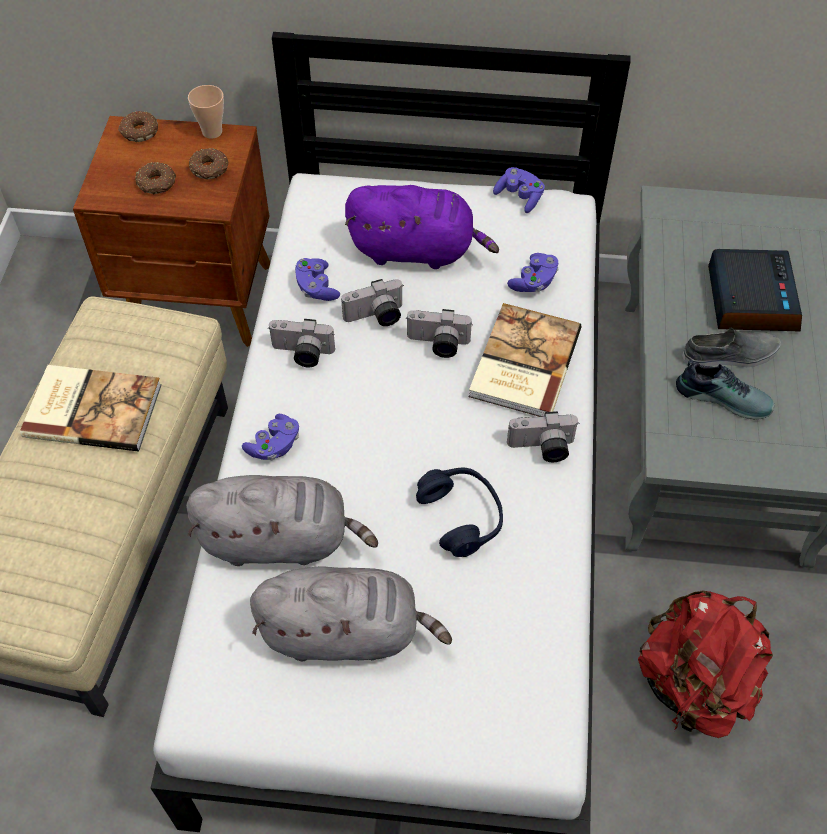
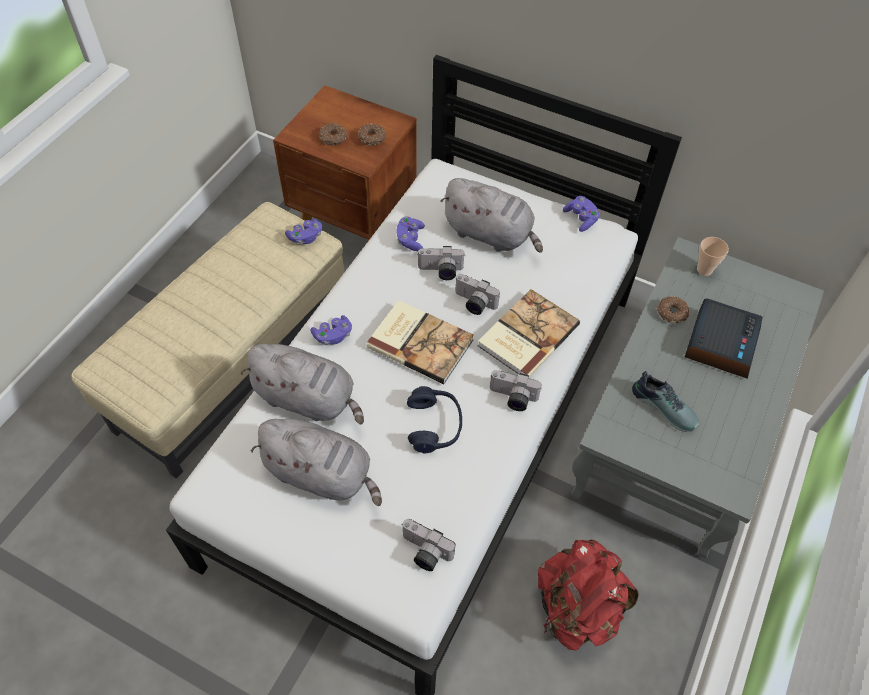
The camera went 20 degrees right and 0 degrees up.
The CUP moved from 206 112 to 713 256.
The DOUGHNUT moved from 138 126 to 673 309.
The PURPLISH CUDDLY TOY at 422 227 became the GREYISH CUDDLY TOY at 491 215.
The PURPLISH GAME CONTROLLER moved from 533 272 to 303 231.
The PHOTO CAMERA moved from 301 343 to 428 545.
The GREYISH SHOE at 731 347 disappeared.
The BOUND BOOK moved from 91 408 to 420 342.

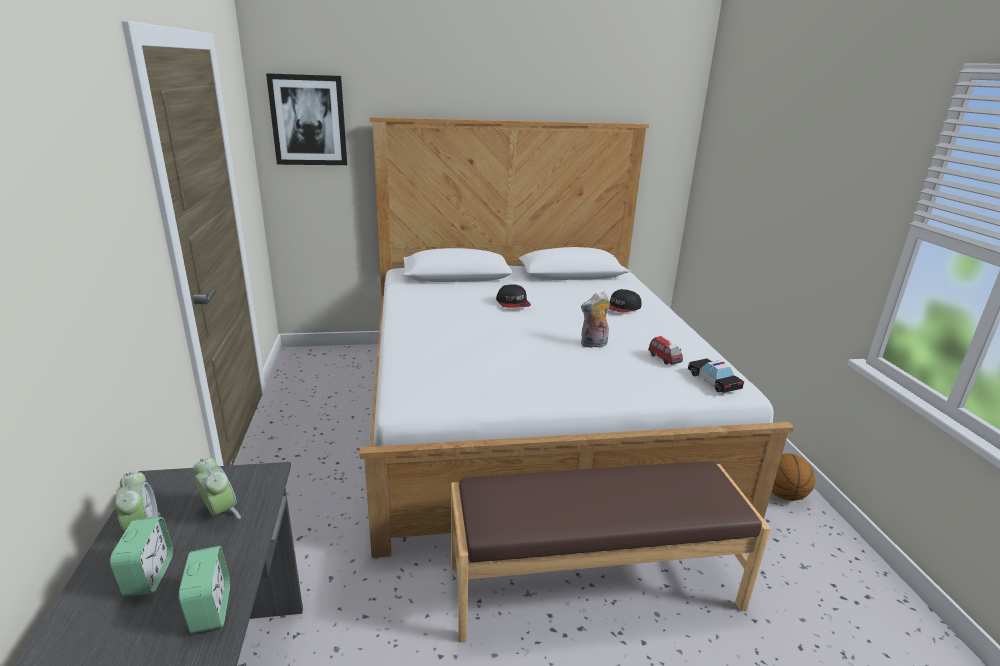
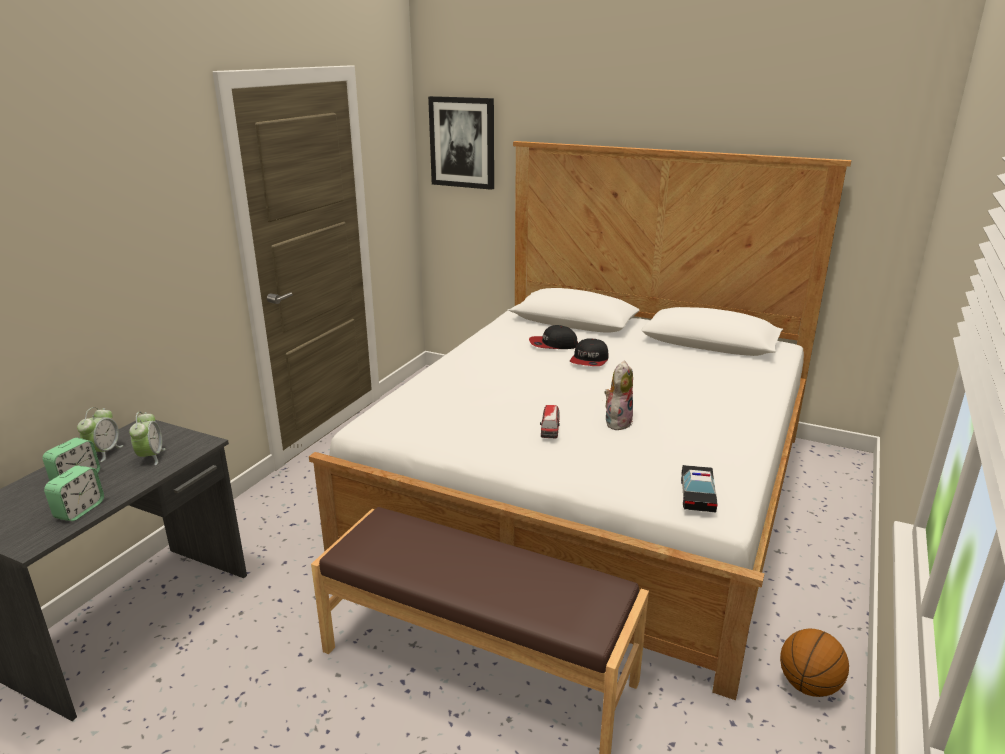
The camera went 35 degrees right and 0 degrees up.
The PEAKED CAP moved from 625 300 to 553 337.
The CUDDLY TOY at 595 320 turned 105 degrees clockwise.
The TOY CAR moved from 666 350 to 550 421.

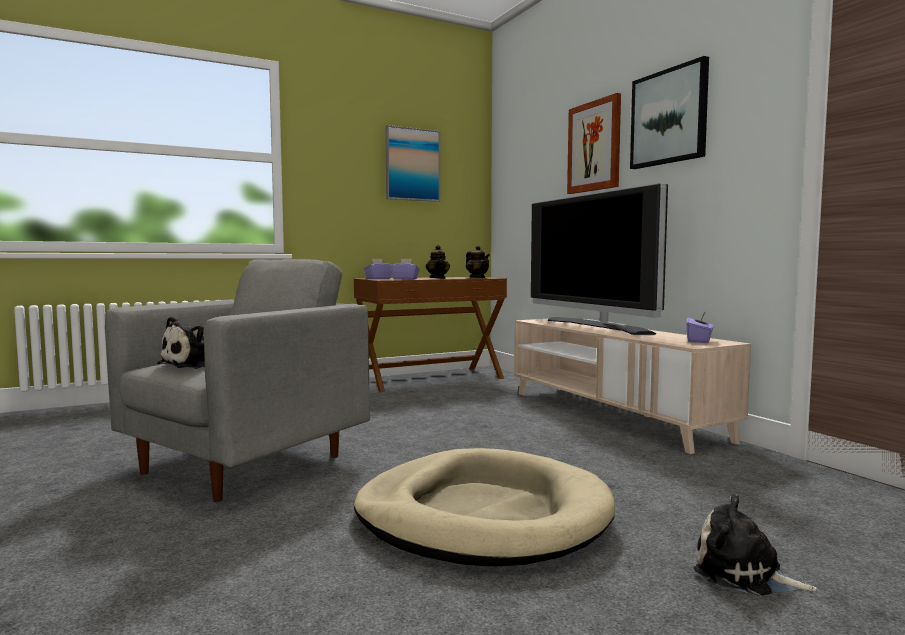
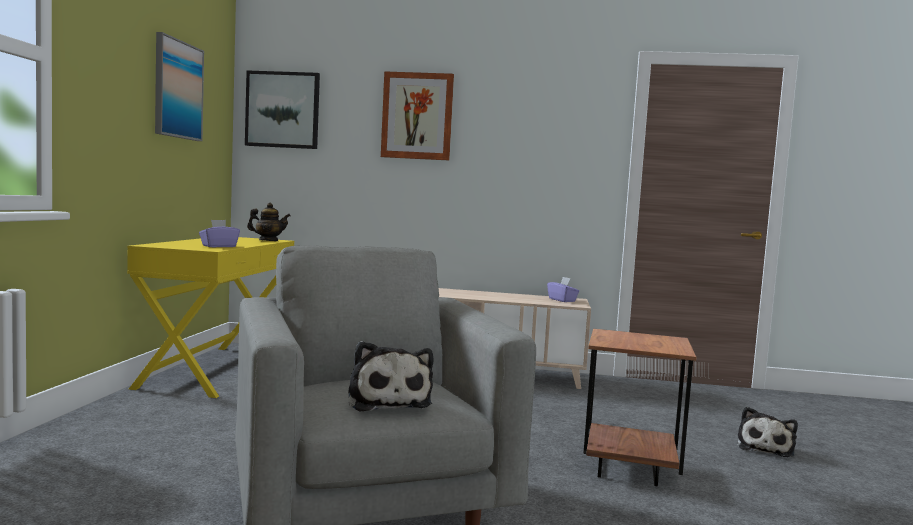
The camera went 55 degrees left and 0 degrees up.
The PICTURE moved from 669 112 to 282 109.
The TV SET at 599 259 disappeared.
The TEA POT at 438 262 disappeared.
The PURPLISH BOX OF TISSUES at 378 269 disappeared.
The BROWNISH CONSOLE TABLE at 430 334 became the YELLOWISH CONSOLE TABLE at 210 317.
The BEIGE DOG BED at 484 507 was replaced by the BROWNISH END TABLE at 639 407.
The CUDDLY TOY at 755 545 turned 45 degrees counterclockwise.

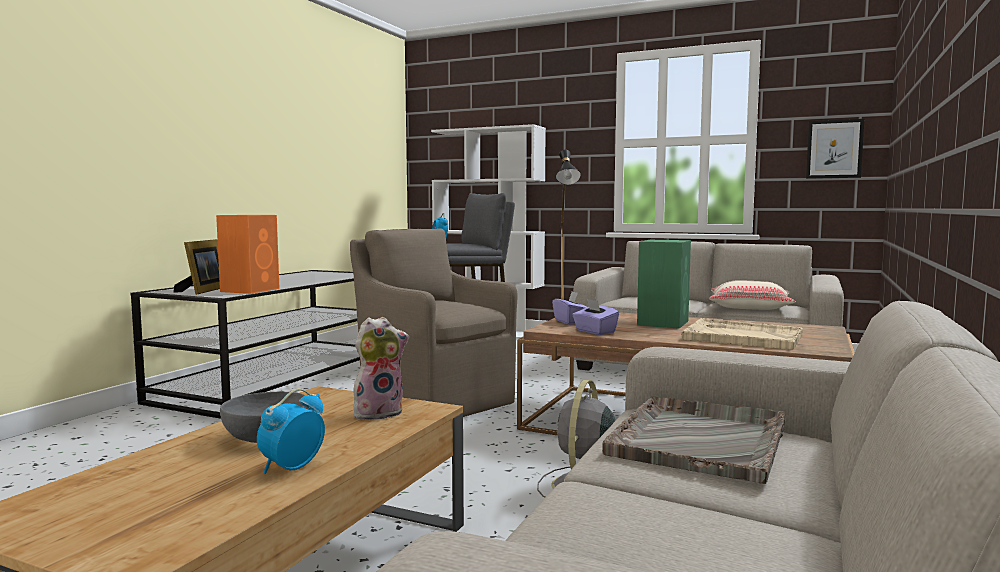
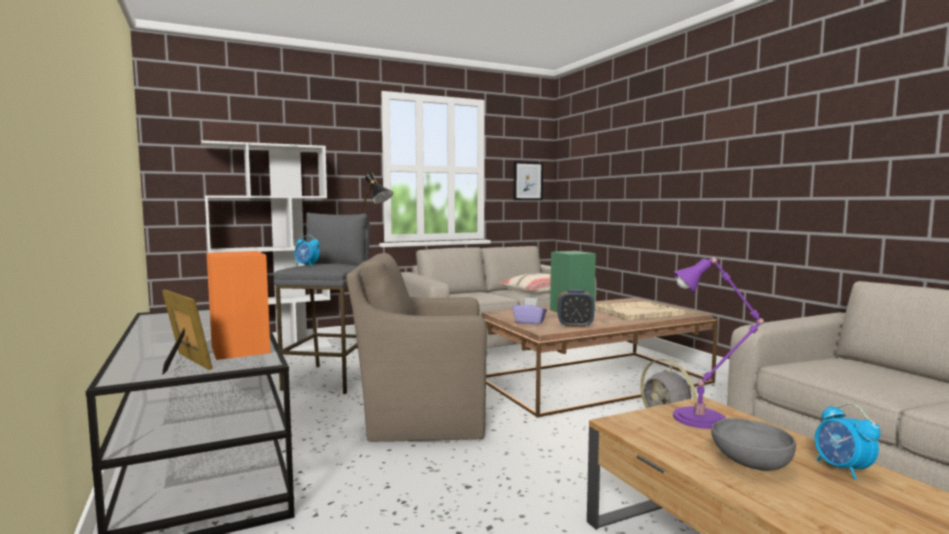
The camera went 50 degrees left and 0 degrees up.
The PURPLISH BOX OF TISSUES at 596 317 was replaced by the ALARM CLOCK at 576 308.
The CUDDLY TOY at 381 368 was replaced by the PURPLISH LAMP FOR A TABLE at 718 343.
The GREYISH TRAY at 693 440 disappeared.

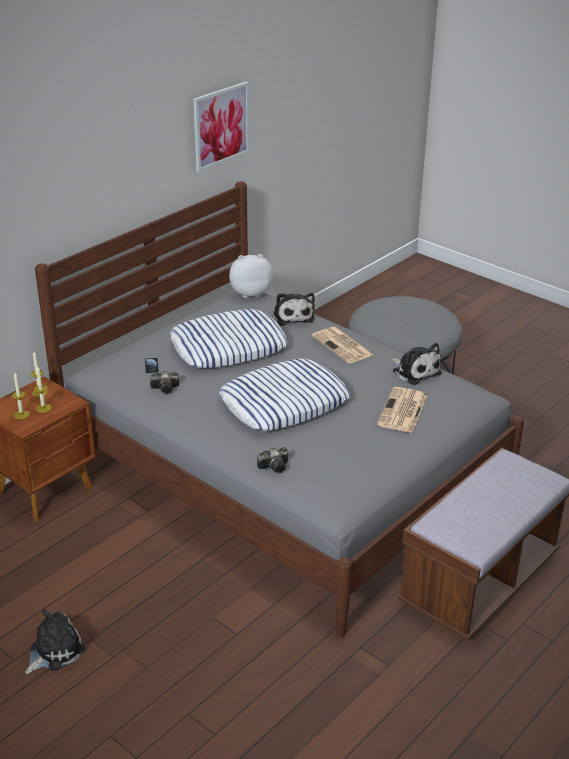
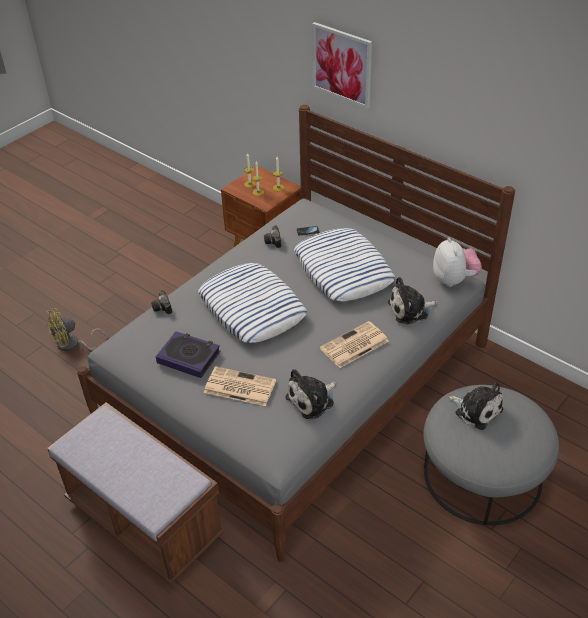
The camera went 90 degrees right and 10 degrees up.
The PICTURE moved from 221 127 to 342 65.
The CUDDLY TOY moved from 55 642 to 475 406.
The YELLOWISH FAN at 76 329 appeared.
The BOUND BOOK at 188 354 appeared.

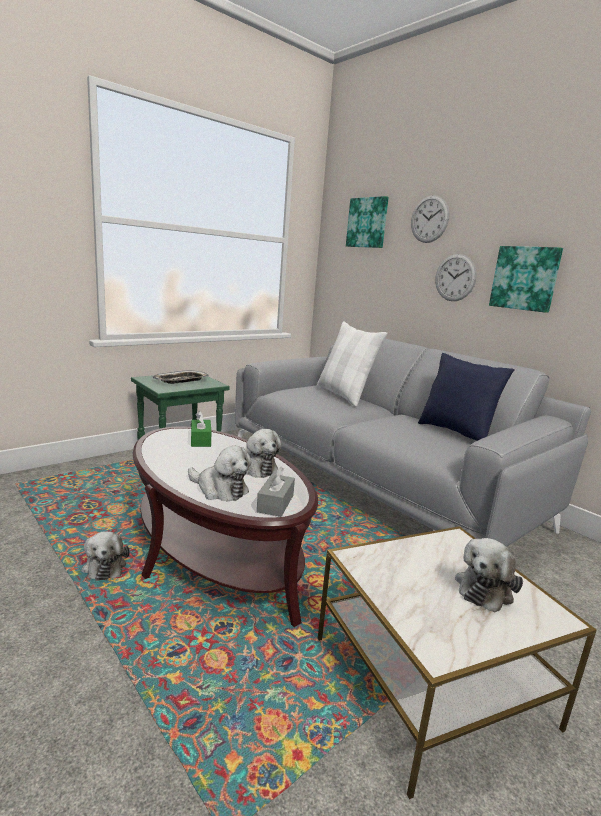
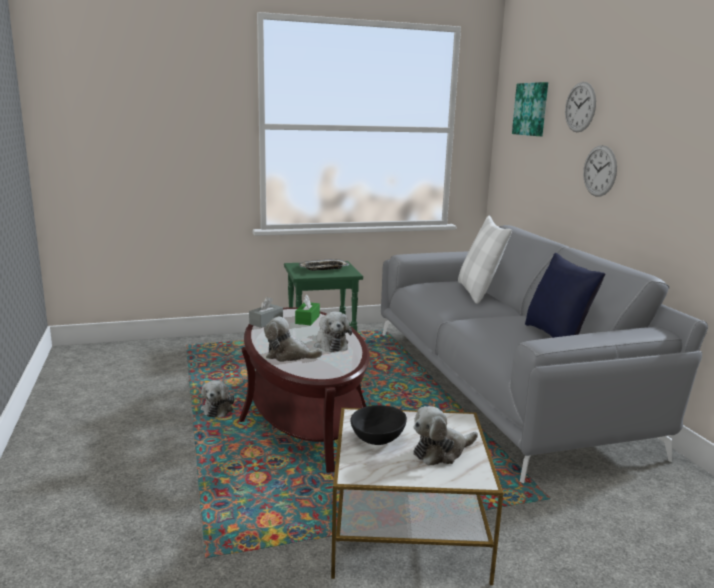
The camera went 25 degrees right and 0 degrees up.
The PICTURE at 526 279 disappeared.
The CUDDLY TOY at 220 473 turned 135 degrees clockwise.
The GREYISH BOX OF TISSUES moved from 276 492 to 266 312.
The BLACK-COLOURED DEEP DISH at 378 425 appeared.

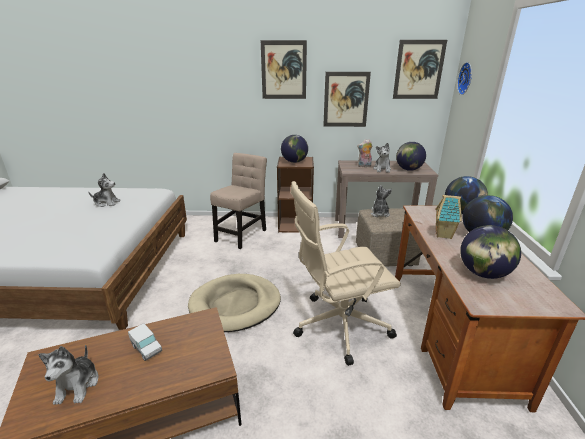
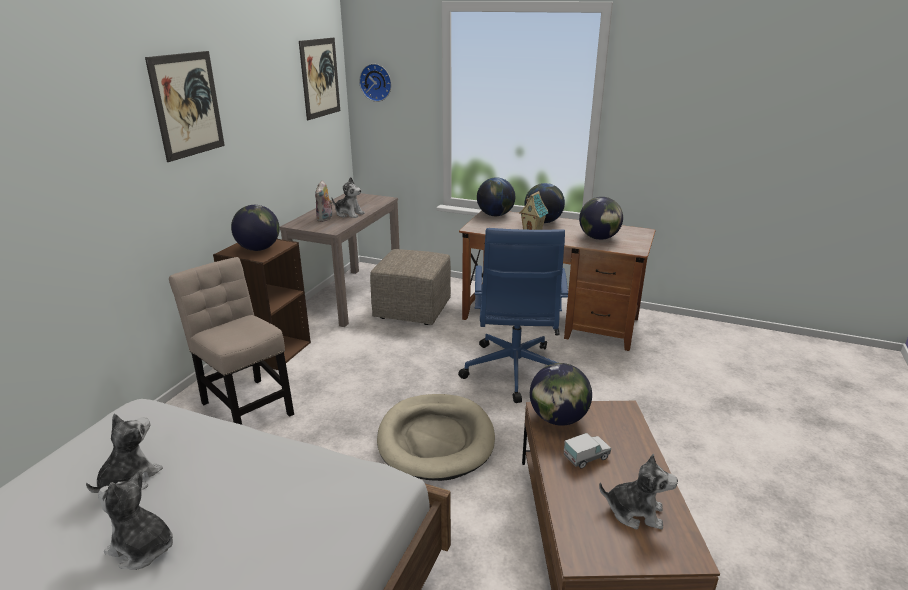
The camera went 70 degrees left and 0 degrees up.
The PICTURE at 347 99 disappeared.
The WORLD GLOBE moved from 411 156 to 561 394.
The BEIGE OFFICE CHAIR at 346 273 became the BLUE-COLOURED OFFICE CHAIR at 513 315.
The CUDDLY TOY moved from 381 201 to 135 520.

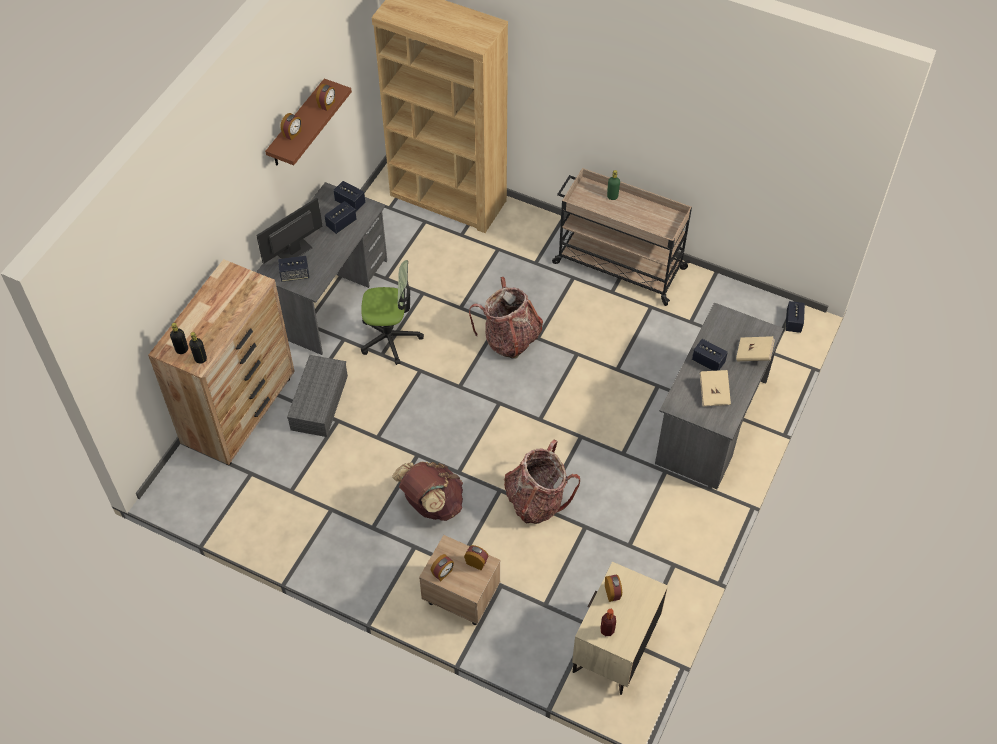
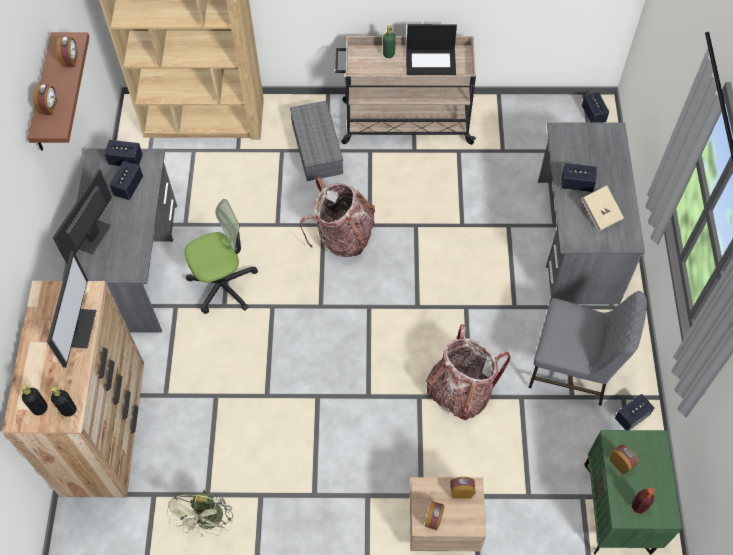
The camera went 25 degrees left and 5 degrees up.
The AUDIO SPEAKER moved from 293 269 to 635 412.
The BEIGE BOUND BOOK at 755 348 disappeared.
The GREYISH STORAGE BIN moved from 317 396 to 316 140.
The BROWNISH BACKPACK at 427 491 disappeared.
The BEIGE NIGHTSTAND at 620 628 became the GREEN-COLOURED NIGHTSTAND at 633 492.
The NOTEBOOK COMPUTER at 431 49 appeared.
The COMPUTER SCREEN at 72 309 appeared.
The GREYISH PLAIN CHAIR at 587 348 appeared.
The GREEN-COLOURED FAN at 199 513 appeared.

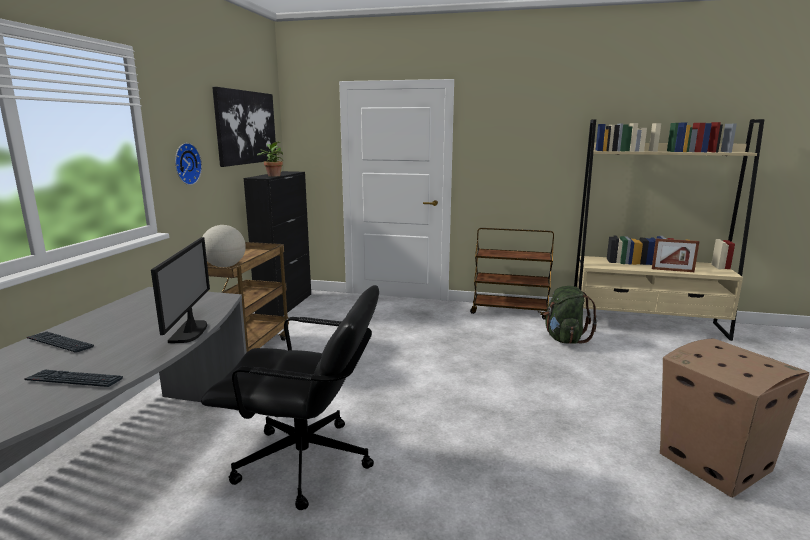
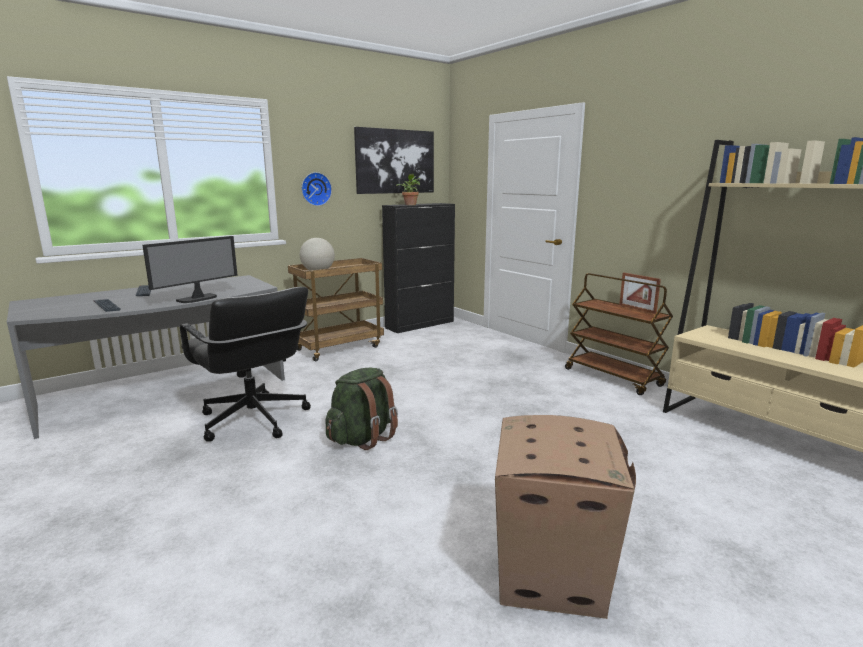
The camera went 40 degrees right and 0 degrees up.
The PHOTO FRAME moved from 676 255 to 640 293.
The GREEN-COLOURED BACKPACK moved from 570 315 to 362 409.

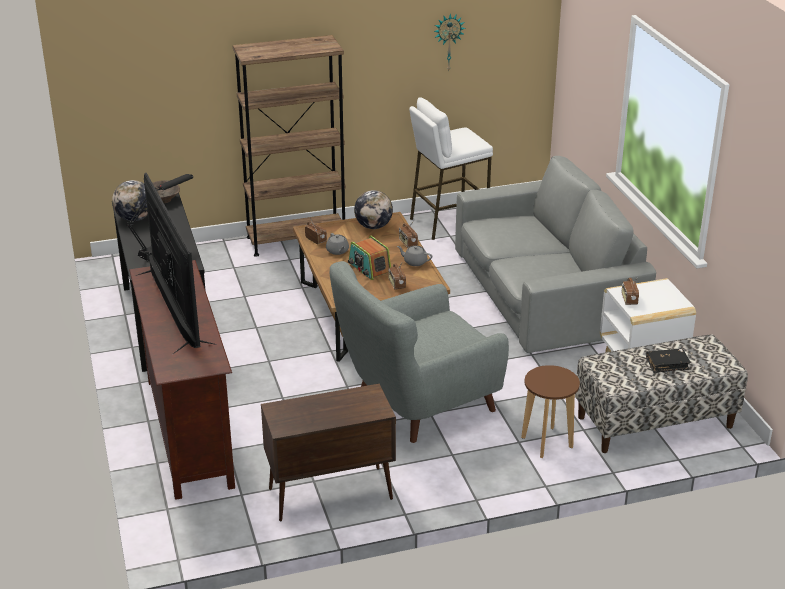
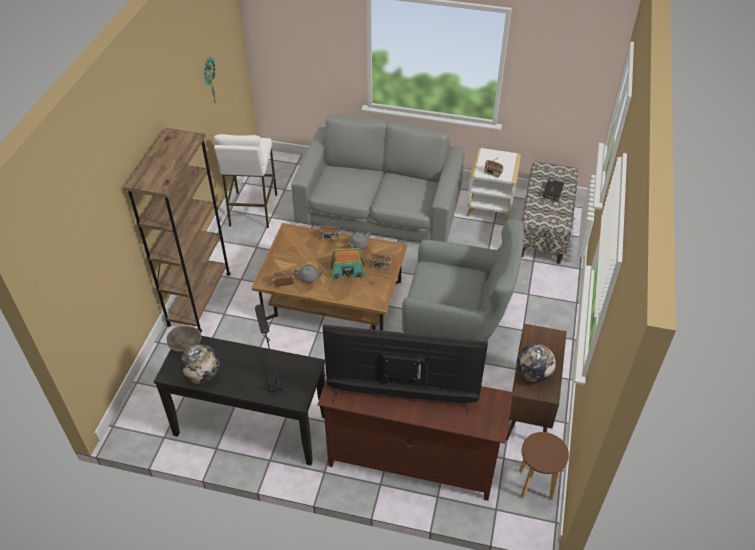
The camera went 60 degrees left and 15 degrees up.
The WORLD GLOBE moved from 373 209 to 536 363.
The GREYISH LOUNGE CHAIR at 419 352 turned 75 degrees counterclockwise.
The BROWNISH STOOL moved from 550 411 to 544 466.

